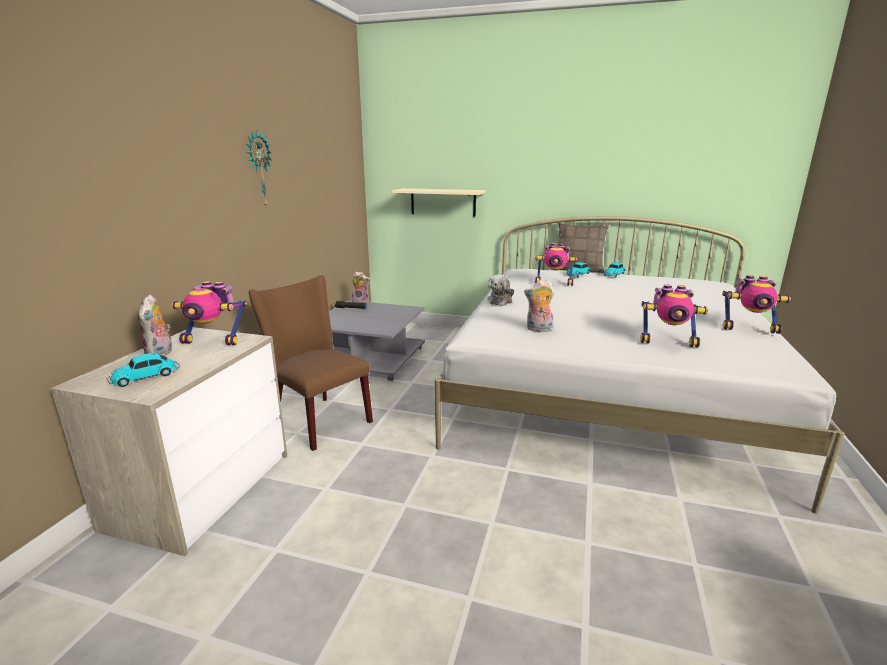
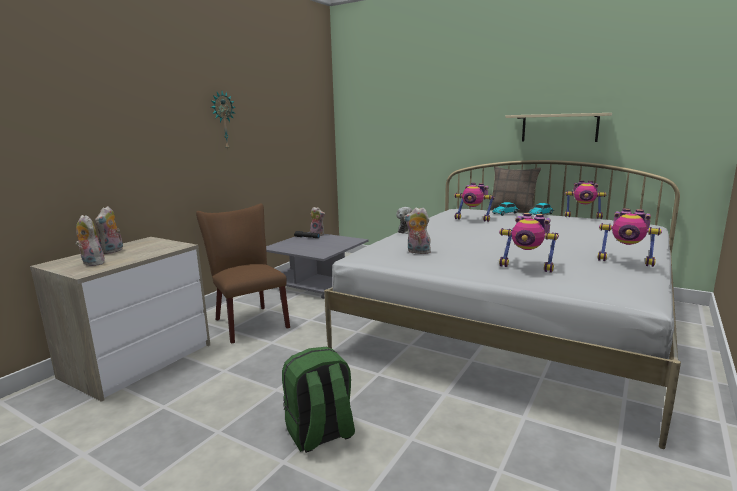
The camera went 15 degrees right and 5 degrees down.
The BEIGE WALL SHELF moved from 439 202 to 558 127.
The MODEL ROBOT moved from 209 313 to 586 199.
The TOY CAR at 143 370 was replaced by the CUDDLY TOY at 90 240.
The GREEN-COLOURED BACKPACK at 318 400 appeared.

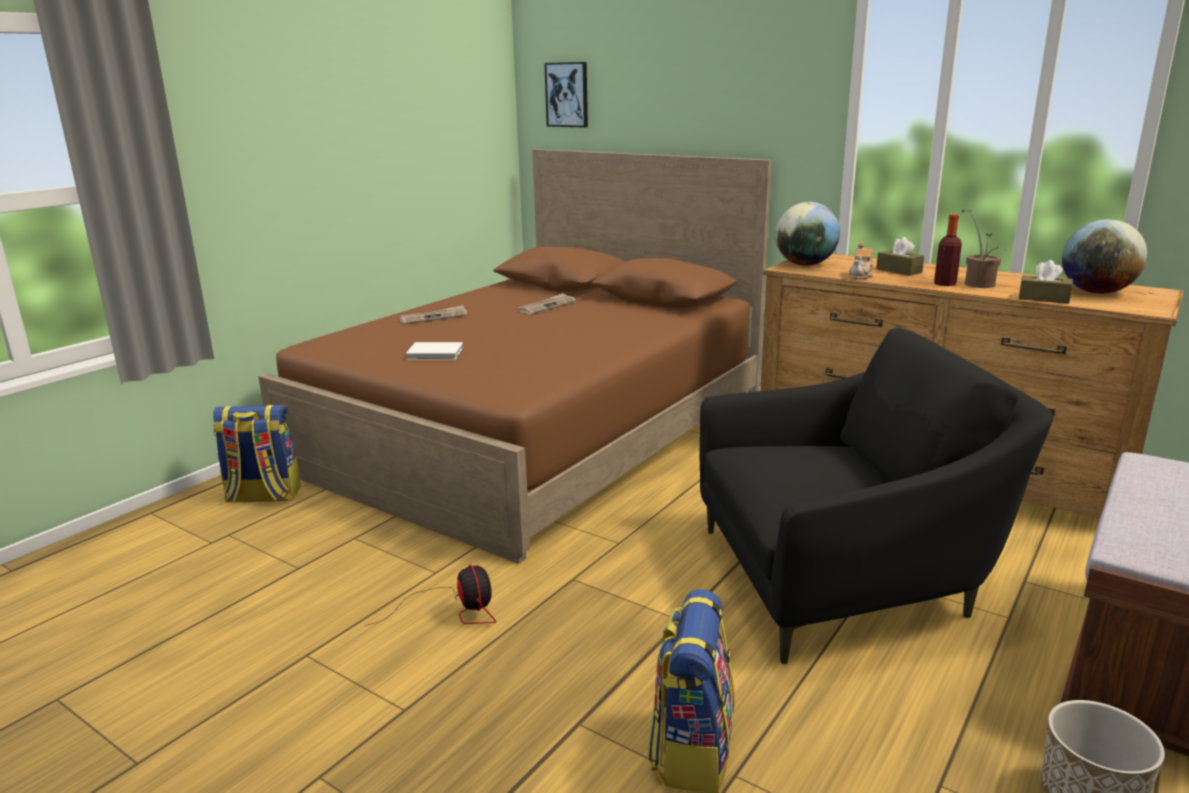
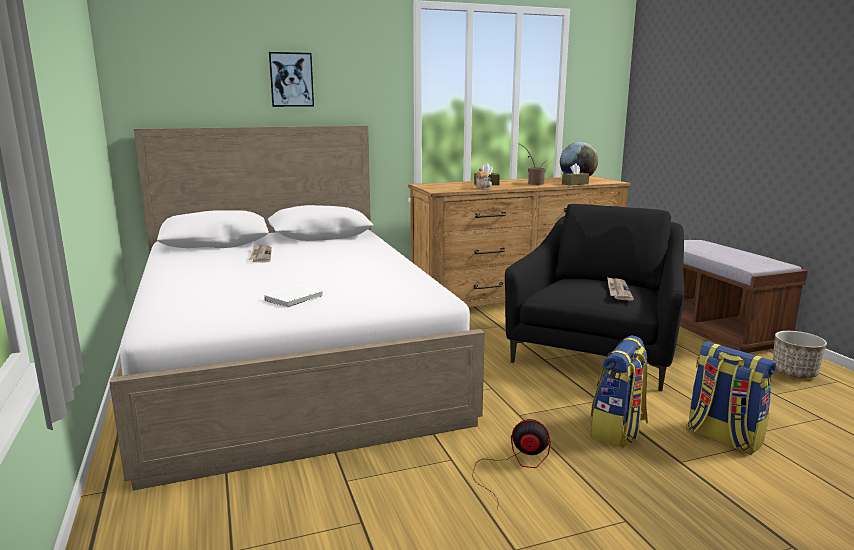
The camera went 55 degrees left and 5 degrees down.
The PICTURE moved from 566 94 to 291 79.
The BROWNISH SLEEPING BED at 515 356 became the WHITISH SLEEPING BED at 297 308.
The WORLD GLOBE at 807 234 disappeared.
The BEVERAGE BOTTLE at 948 250 disappeared.
The DAILY PAPER moved from 433 314 to 620 288.
The BACKPACK moved from 257 453 to 619 391.

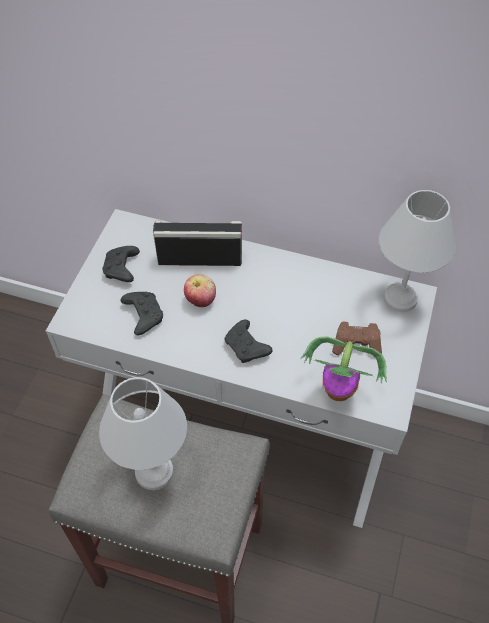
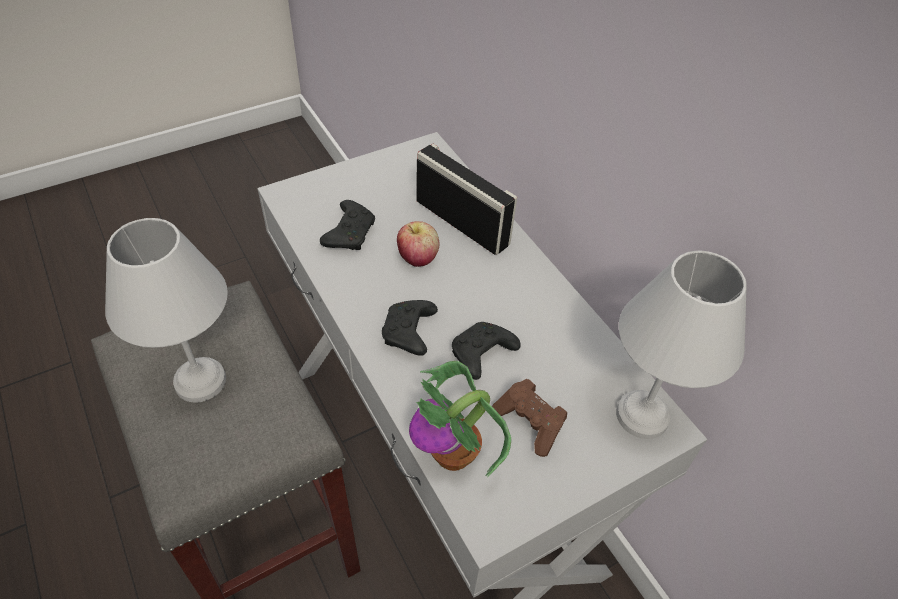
The camera went 40 degrees right and 5 degrees down.
The BLACK-COLOURED GAME CONTROLLER moved from 121 264 to 486 351.

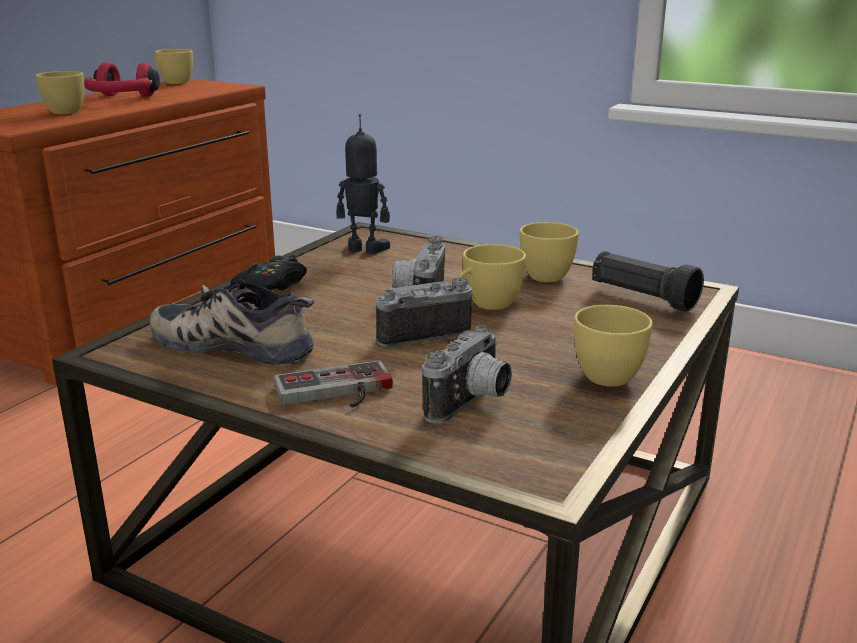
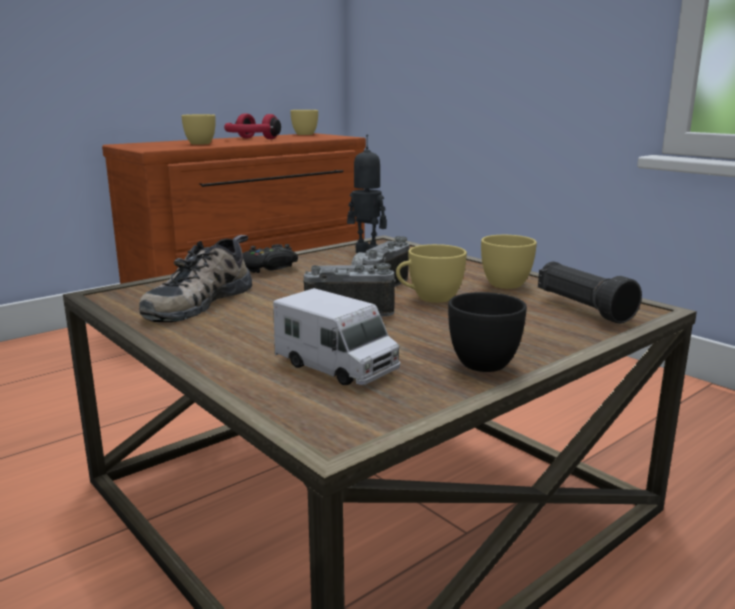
The camera went 20 degrees right and 5 degrees down.
The SHOE at 232 322 turned 105 degrees counterclockwise.
The YELLOWISH CUP at 613 346 became the BLACK-COLOURED CUP at 487 332.
The PHOTO CAMERA at 467 374 was replaced by the MODEL TRUCK at 336 336.
The GAME CONTROLLER at 333 384 disappeared.

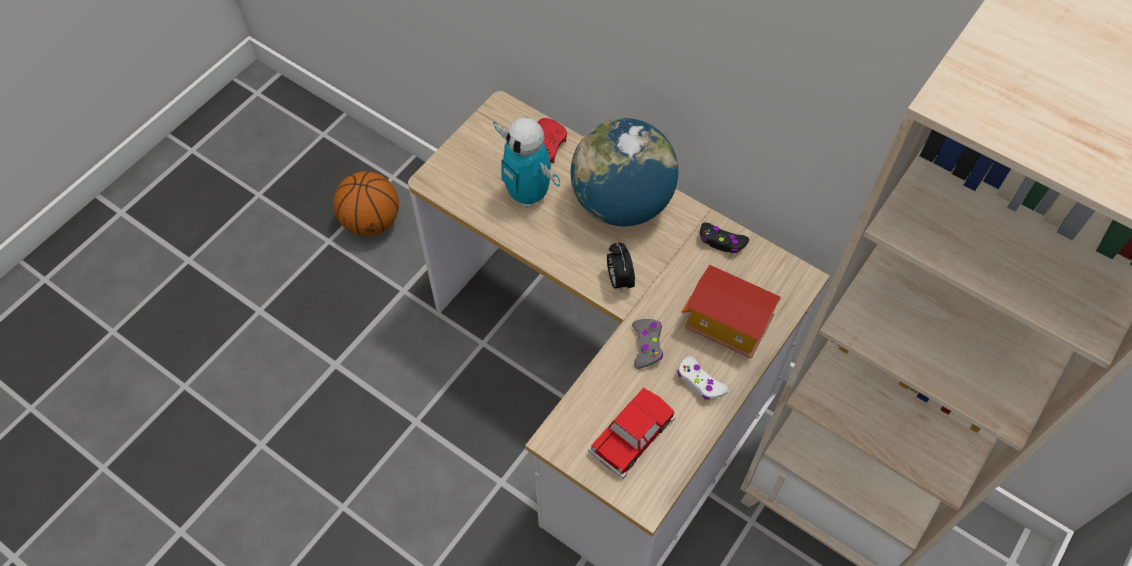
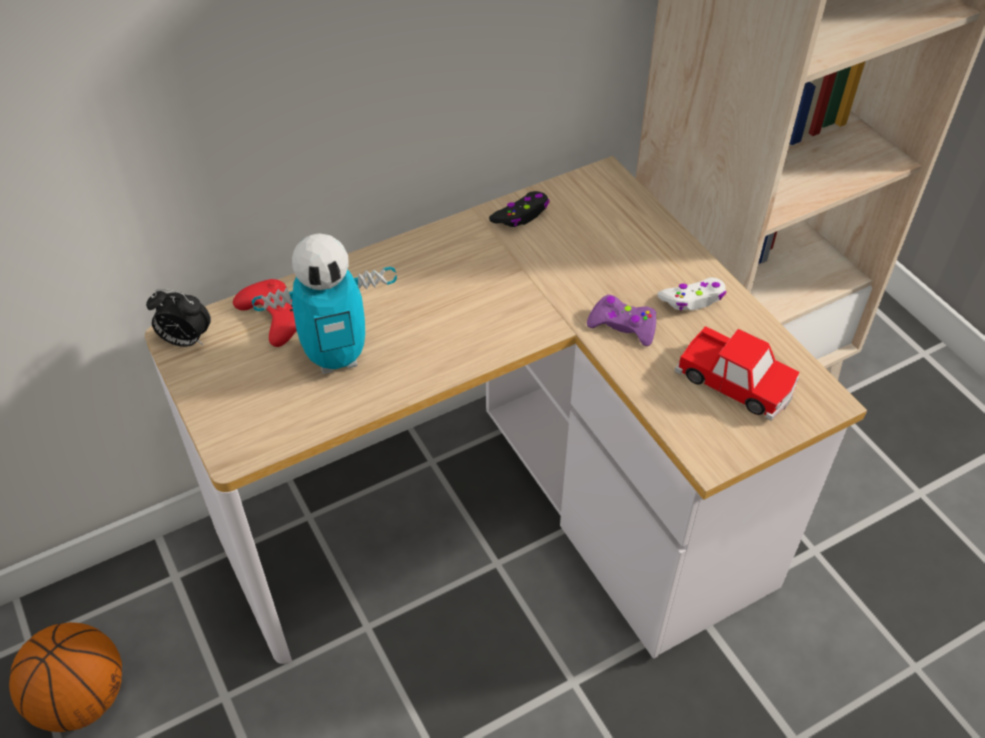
The camera went 65 degrees left and 10 degrees down.
The WORLD GLOBE at 624 172 disappeared.
The ALARM CLOCK moved from 621 268 to 178 318.
The MINIATURE HOUSE at 731 311 disappeared.
The GREYISH GAME CONTROLLER at 647 344 became the PURPLISH GAME CONTROLLER at 621 320.
The TOY CAR at 631 433 turned 150 degrees clockwise.

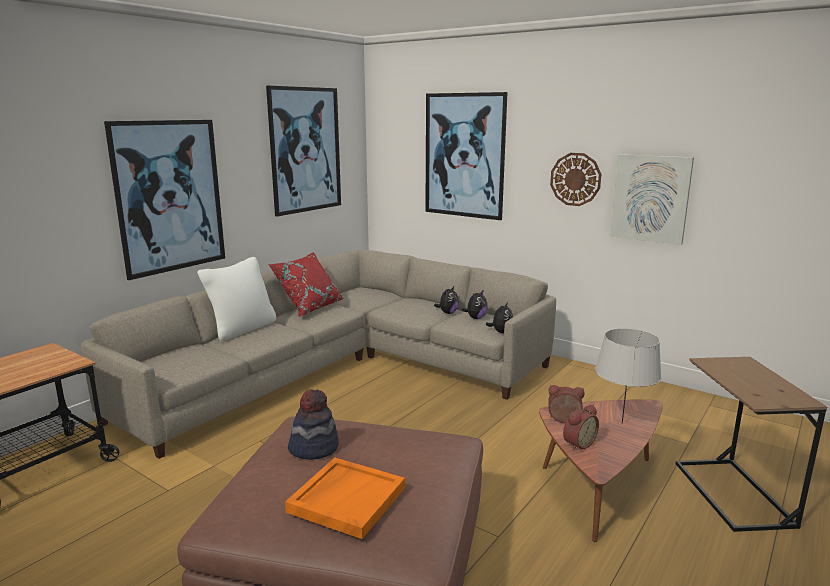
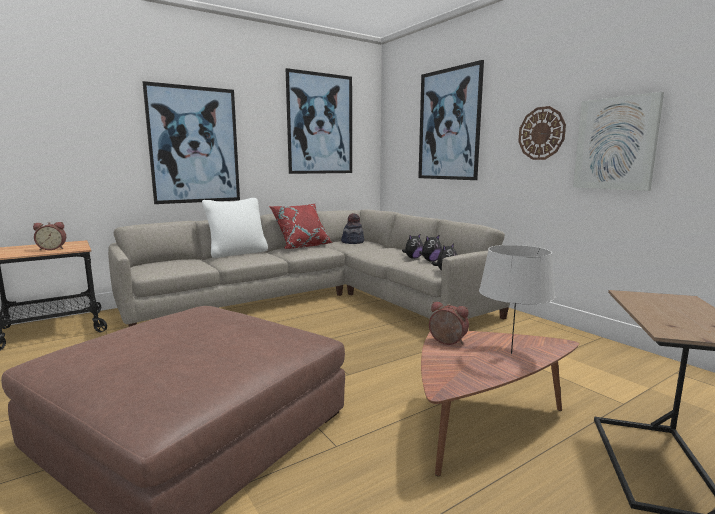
The camera went 20 degrees right and 5 degrees down.
The HAT moved from 313 424 to 352 228.
The ALARM CLOCK moved from 581 428 to 49 236.
The ORANGE TRAY at 345 498 disappeared.

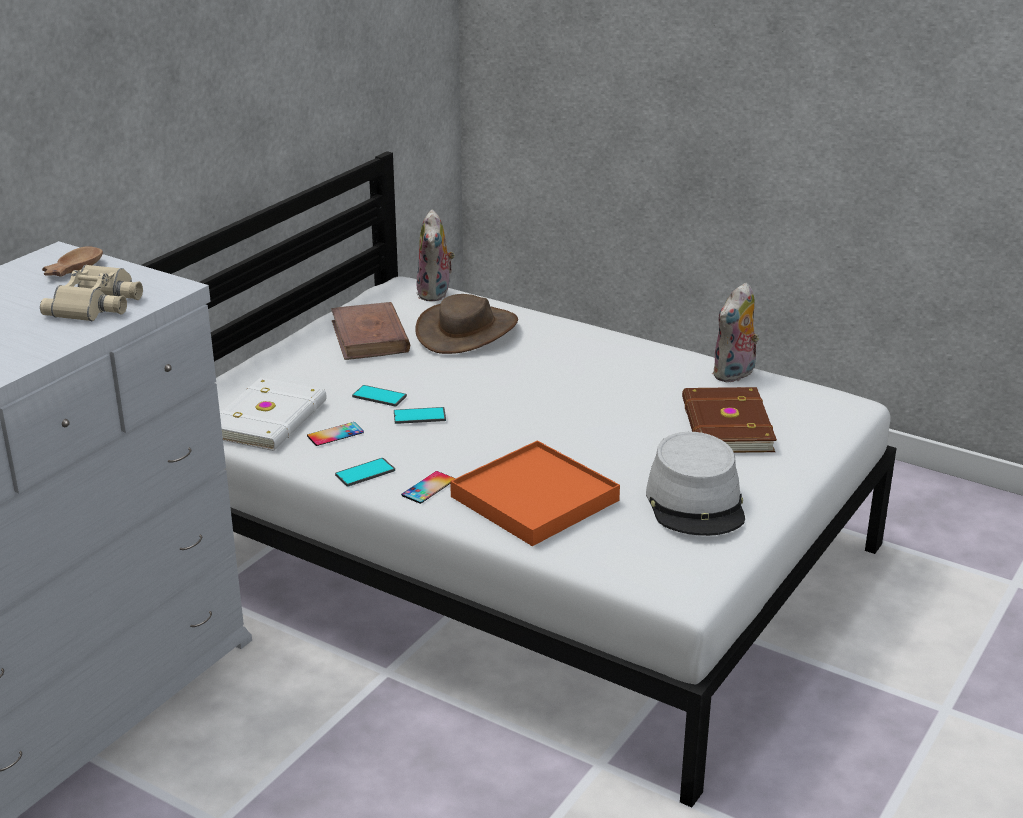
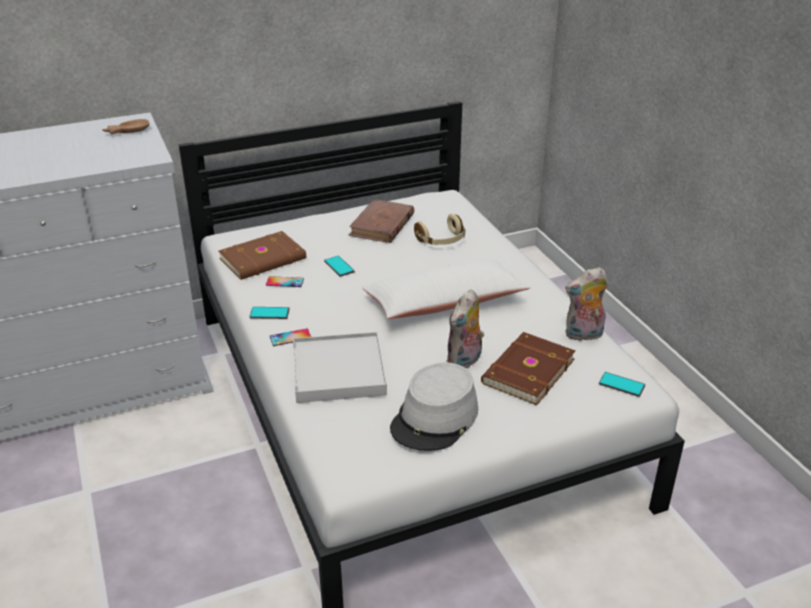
The camera went 35 degrees right and 5 degrees up.
The CUDDLY TOY moved from 435 255 to 465 329.
The BEIGE BINOCULARS at 91 293 disappeared.
The BROWNISH HAT at 467 324 was replaced by the BEIGE HEADSET at 439 229.
The WHITISH BOUND BOOK at 273 414 became the BROWNISH BOUND BOOK at 262 255.
The HANDSET moved from 420 415 to 622 384.
The ORANGE TRAY at 535 493 became the WHITISH TRAY at 340 367.
The WHITISH THROW PILLOW at 446 289 appeared.

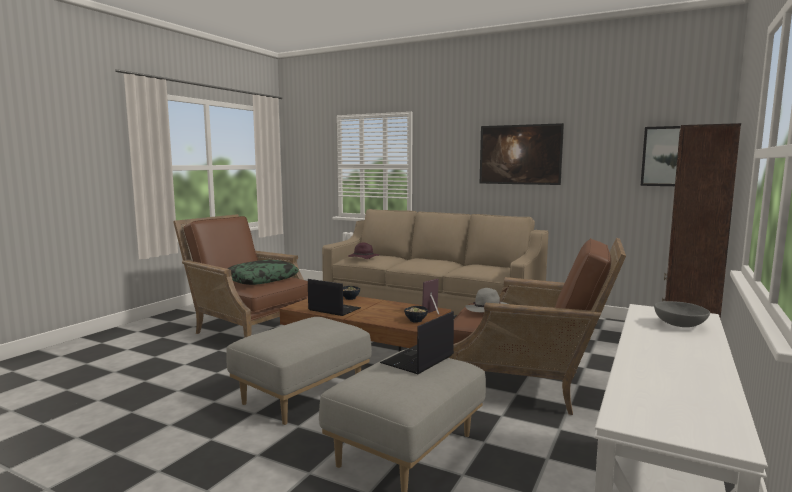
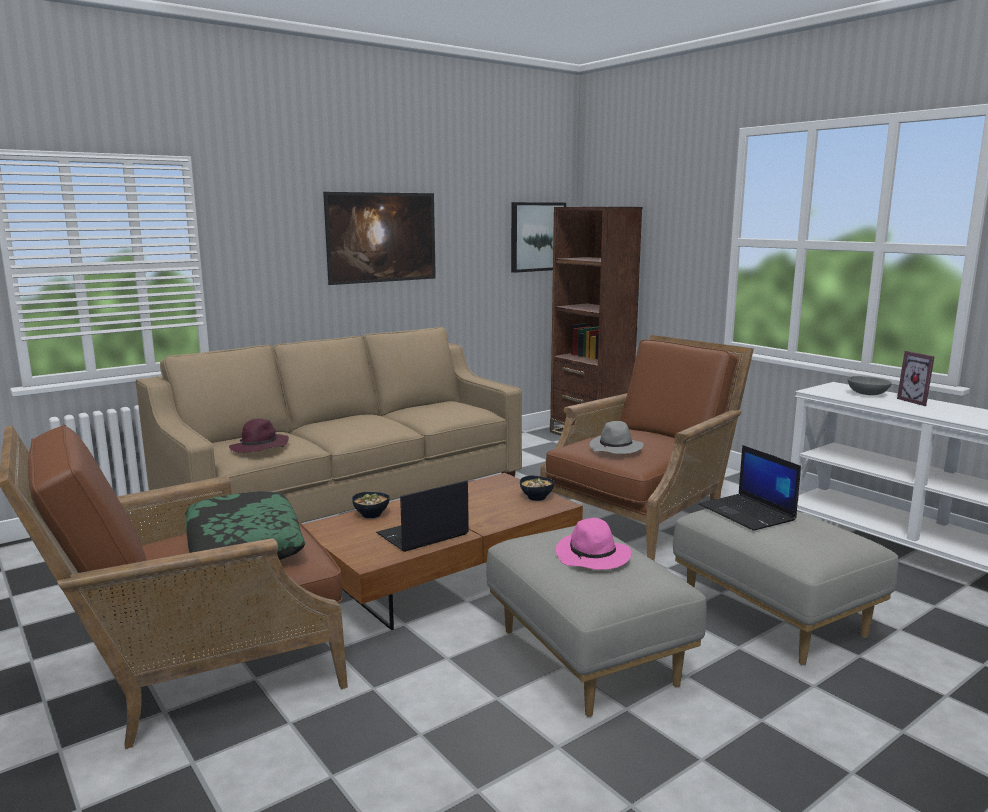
The camera went 65 degrees left and 5 degrees up.
The PHOTO FRAME moved from 430 296 to 916 378.
The PINK HAT at 593 544 appeared.

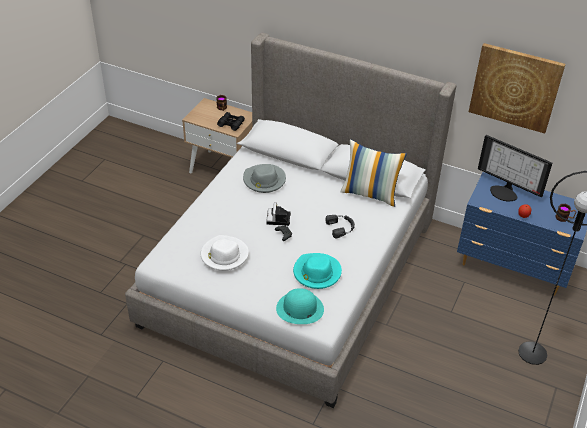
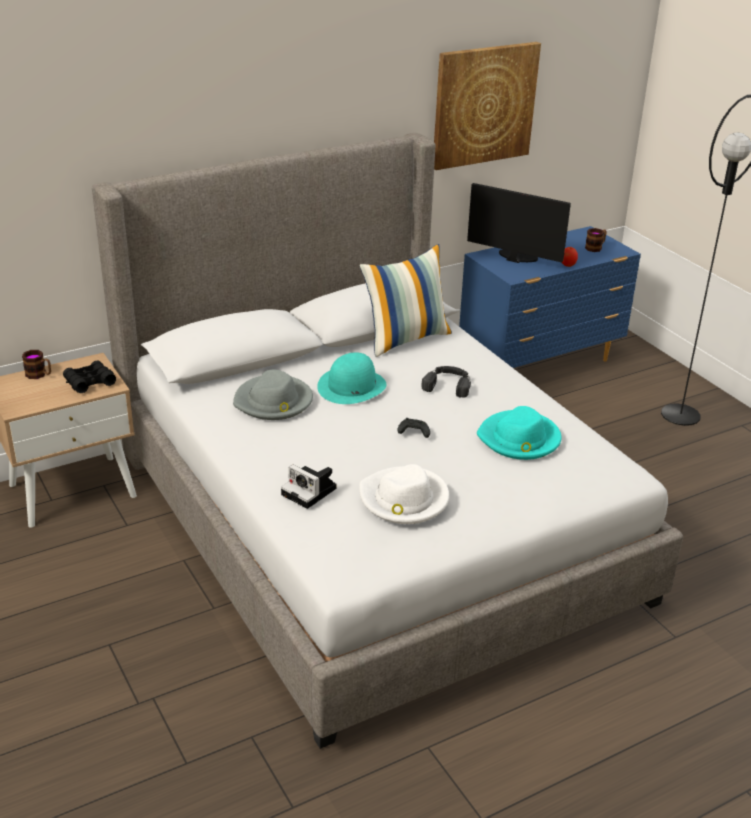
The camera went 55 degrees left and 10 degrees down.
The COMPUTER SCREEN at 515 168 turned 135 degrees counterclockwise.
The PHOTO CAMERA moved from 278 214 to 308 486.
The TURQUOISE HAT moved from 300 306 to 351 378.

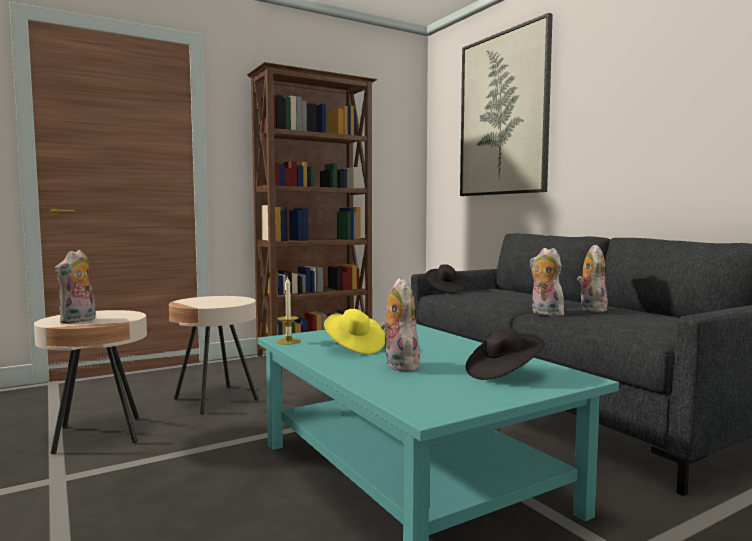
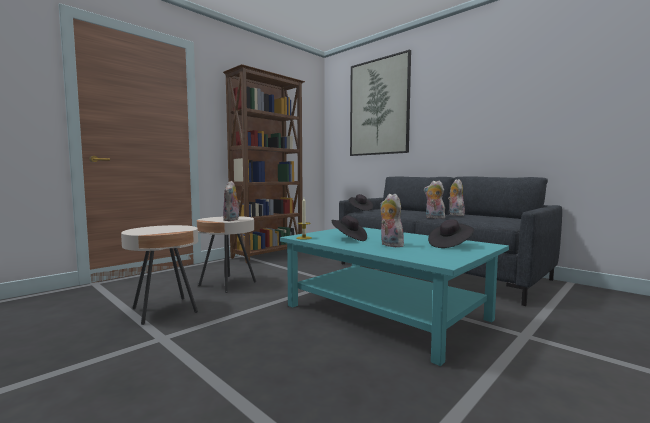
The camera went 15 degrees left and 0 degrees up.
The CUDDLY TOY moved from 75 287 to 232 201.
The YELLOWISH HAT at 354 331 became the BLACK-COLOURED HAT at 349 228.

